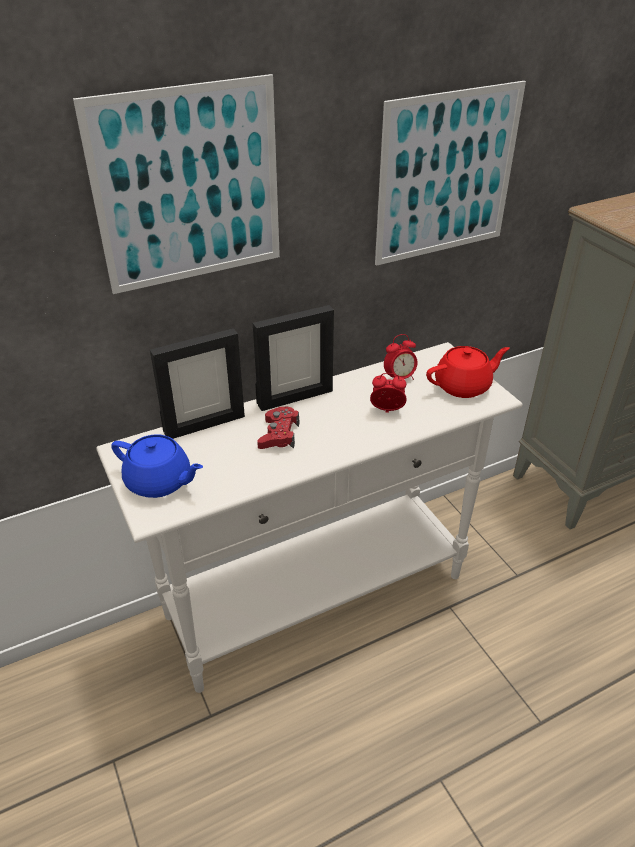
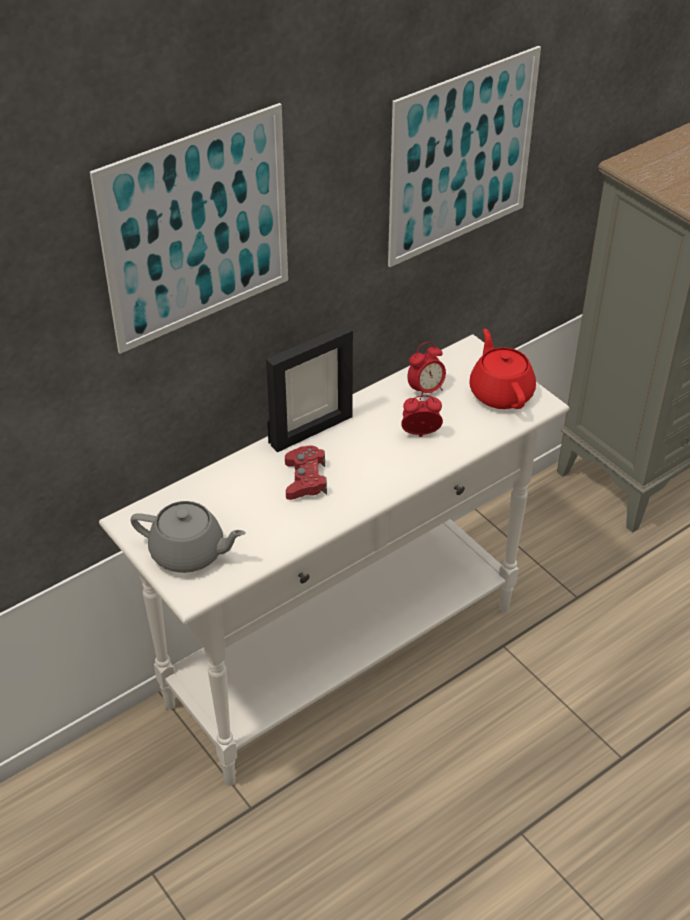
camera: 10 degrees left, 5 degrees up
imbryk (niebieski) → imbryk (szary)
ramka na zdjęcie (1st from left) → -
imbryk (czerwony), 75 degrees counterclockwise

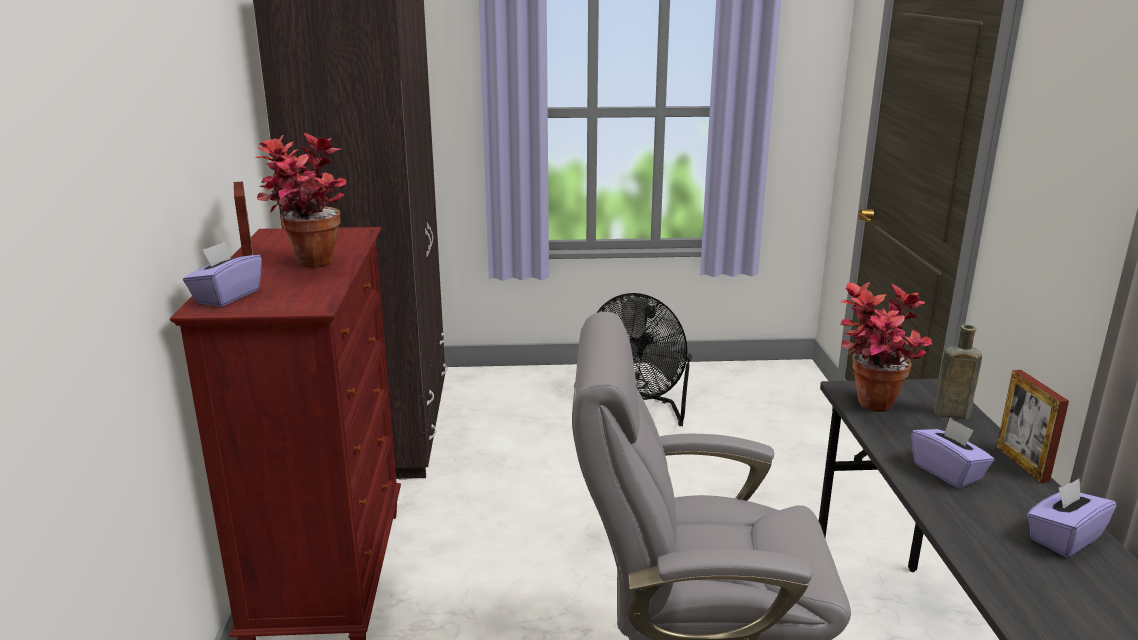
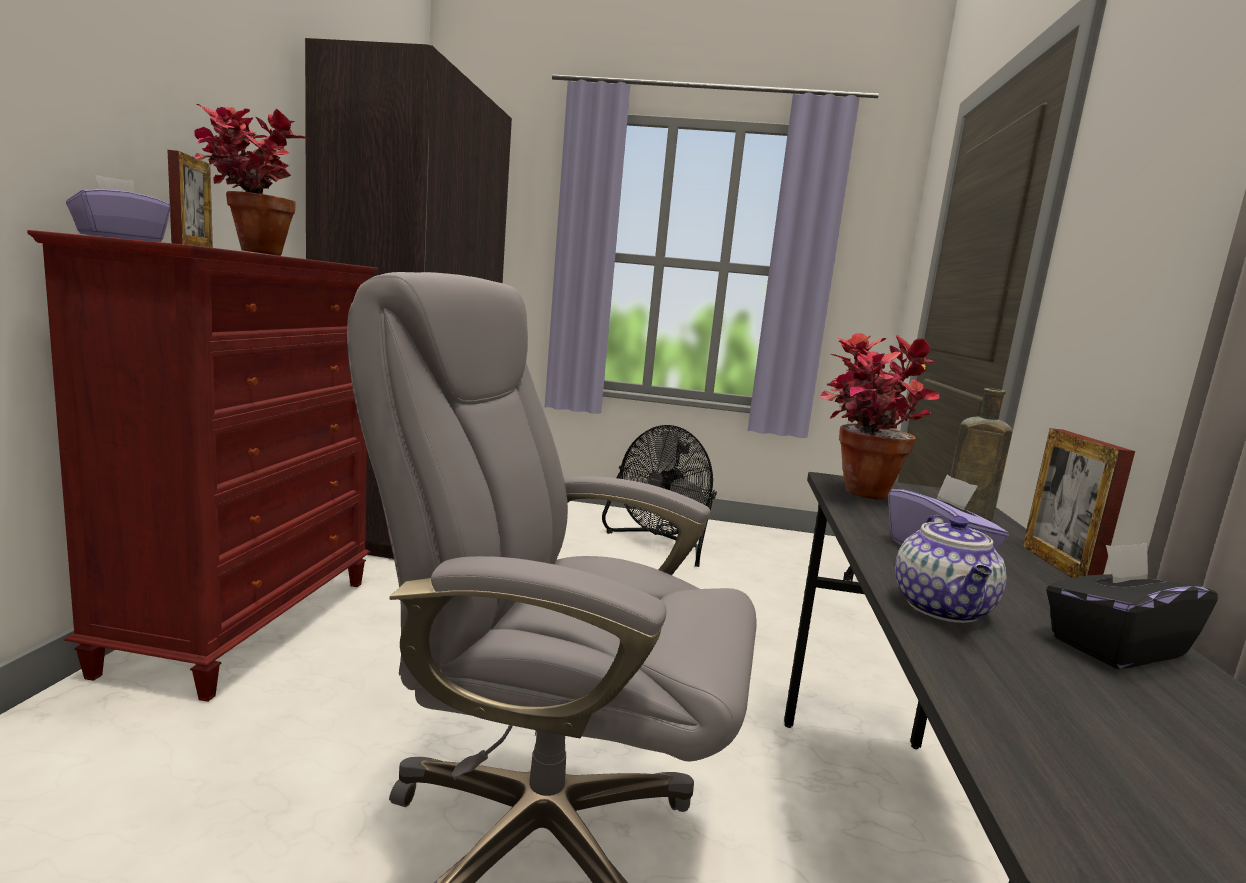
camera: 10 degrees right, 10 degrees down
pudełko chusteczek (fioletowy) (3rd from left) → pudełko chusteczek (czarny)
- → imbryk

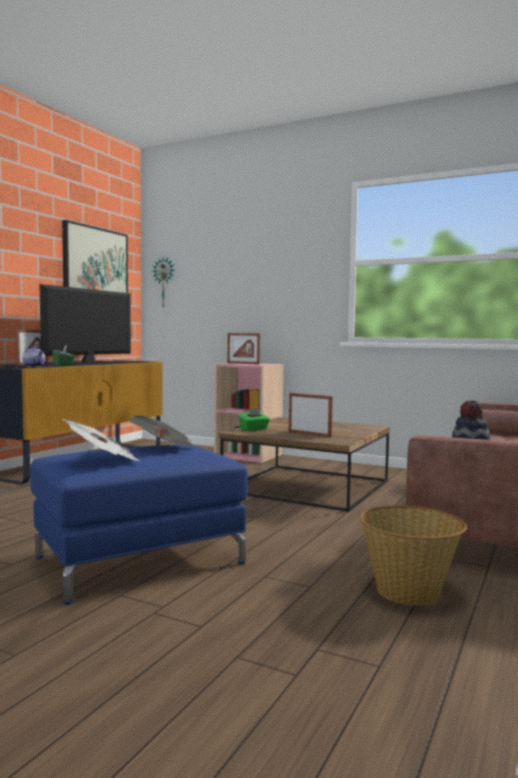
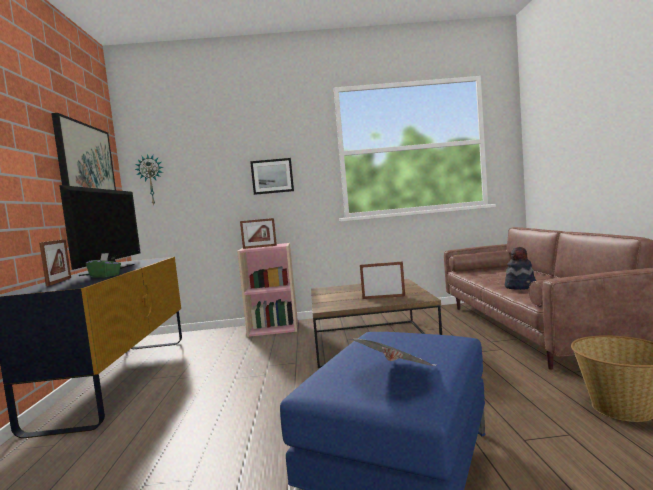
camera: 30 degrees left, 0 degrees up
imbryk → -
gazeta (2nd from left) → -
pudełko chusteczek (zielony) (2nd from left) → -
- → obraz (2nd from left)

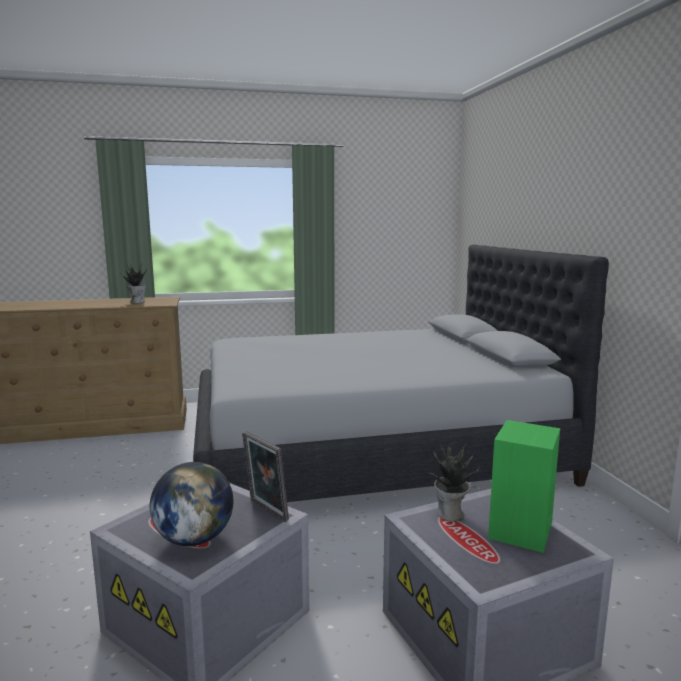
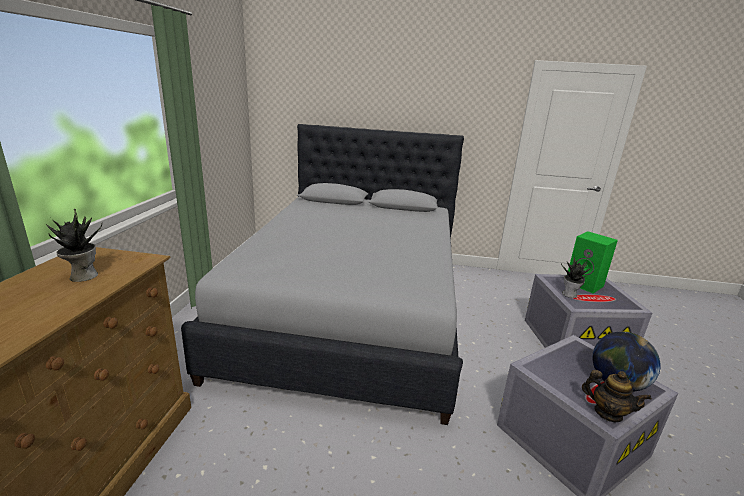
camera: 70 degrees left, 10 degrees up
ramka na zdjęcie → -
- → imbryk

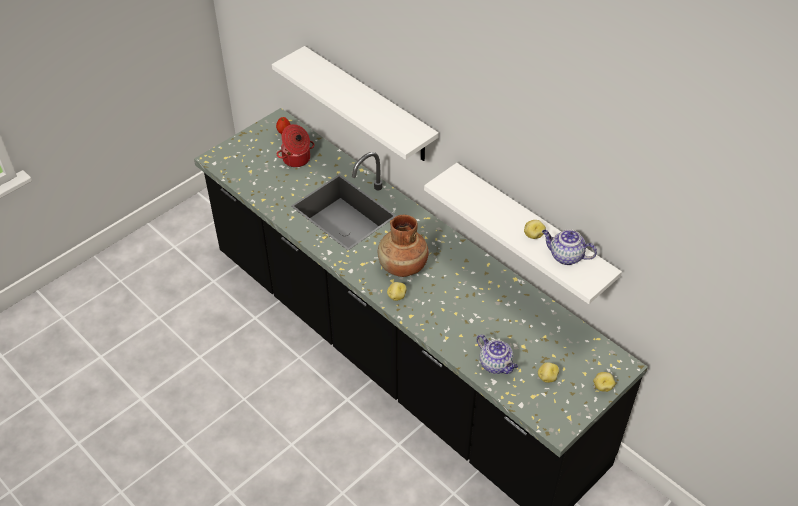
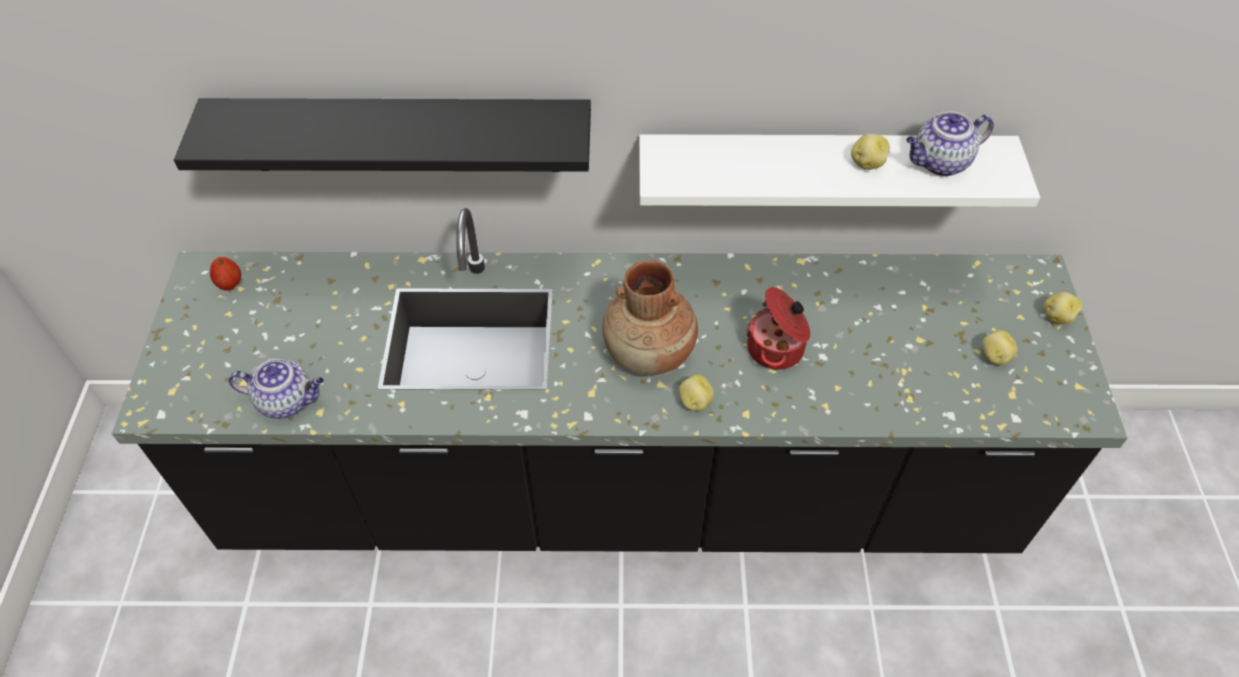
camera: 45 degrees left, 5 degrees up
półka (biały) (1st from left) → półka (czarny)
garnek, moved
imbryk (1st from left), moved

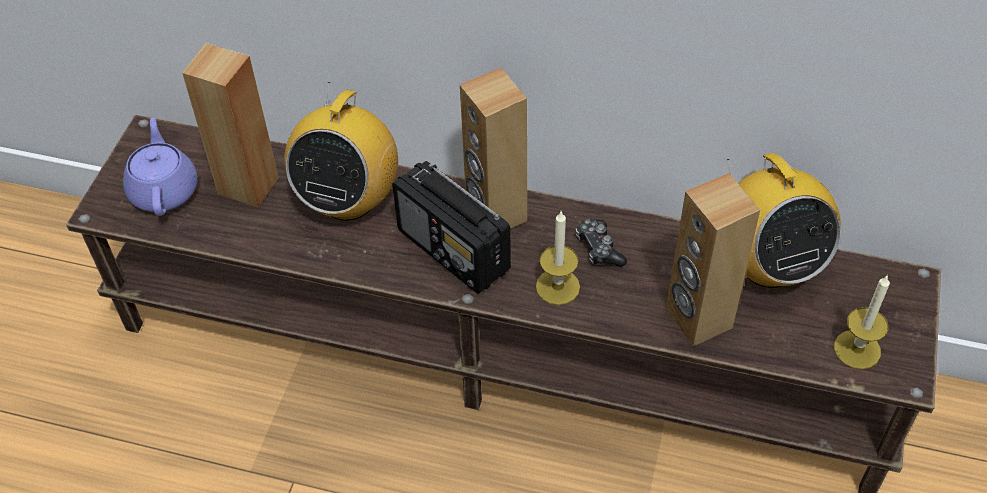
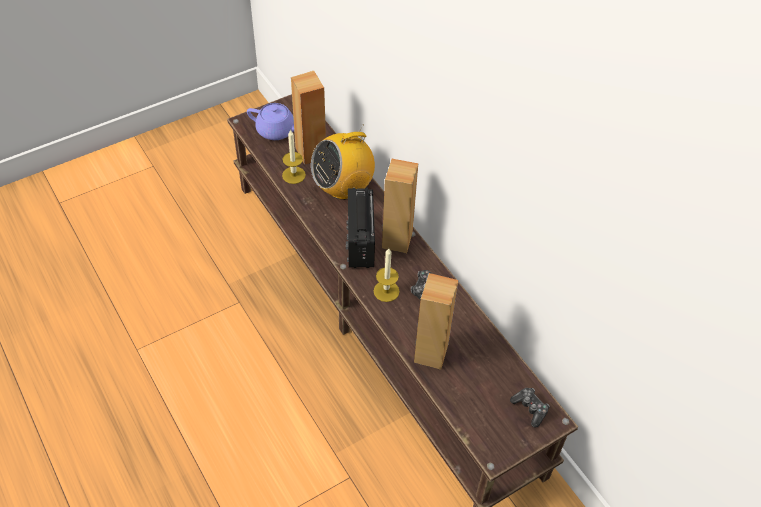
camera: 40 degrees right, 0 degrees up
imbryk (fioletowy), 75 degrees clockwise
radio (3rd from left) → -
świeca (2nd from left in the first image) → świeca (1st from left), moved
- → pad do gier (2nd from left)

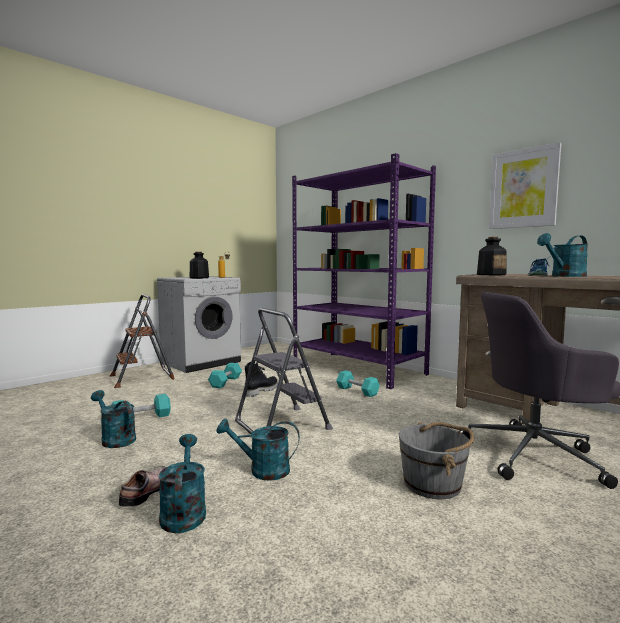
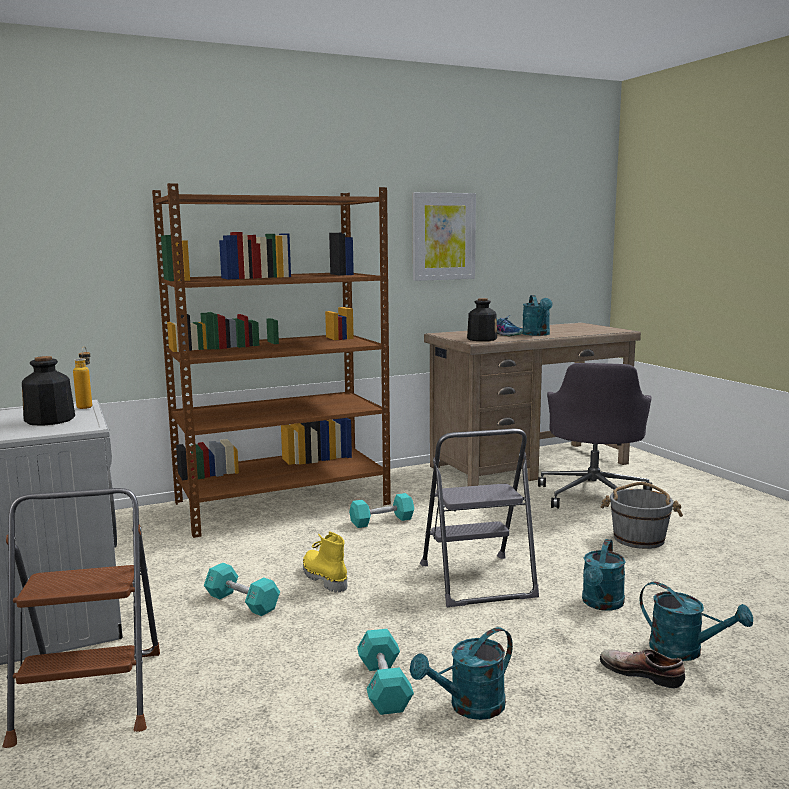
camera: 70 degrees left, 5 degrees up
konewka (turkusowy) (2nd from left in the first image) → konewka (turkusowy) (4th from left), 150 degrees counterclockwise
but z cholewką (czarny) → but z cholewką (żółty)
regał (fioletowy) → regał (brązowy)

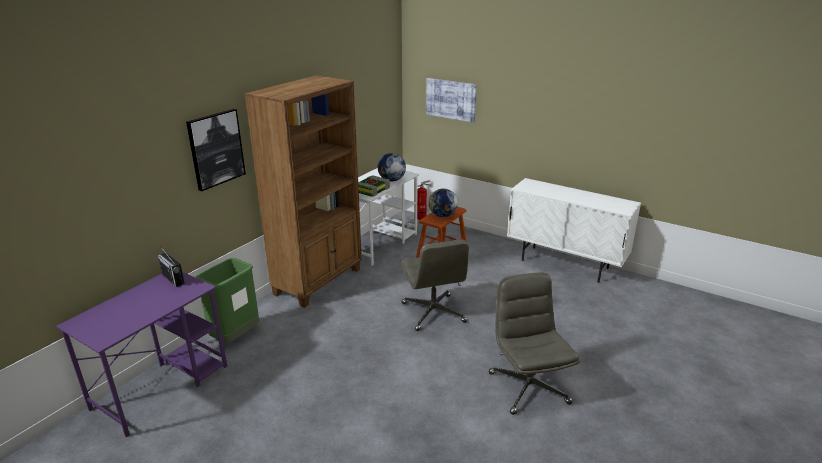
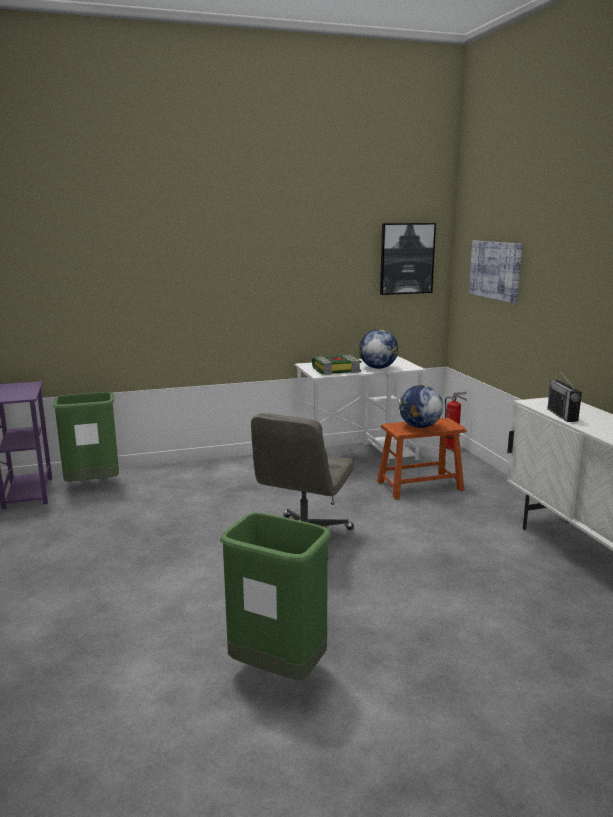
camera: 40 degrees right, 10 degrees down
radio, moved
obraz (1st from left), moved
regał (brązowy) → -
krzesło biurowe (szary) (2nd from left) → kosz na śmieci (zielony) (2nd from left)

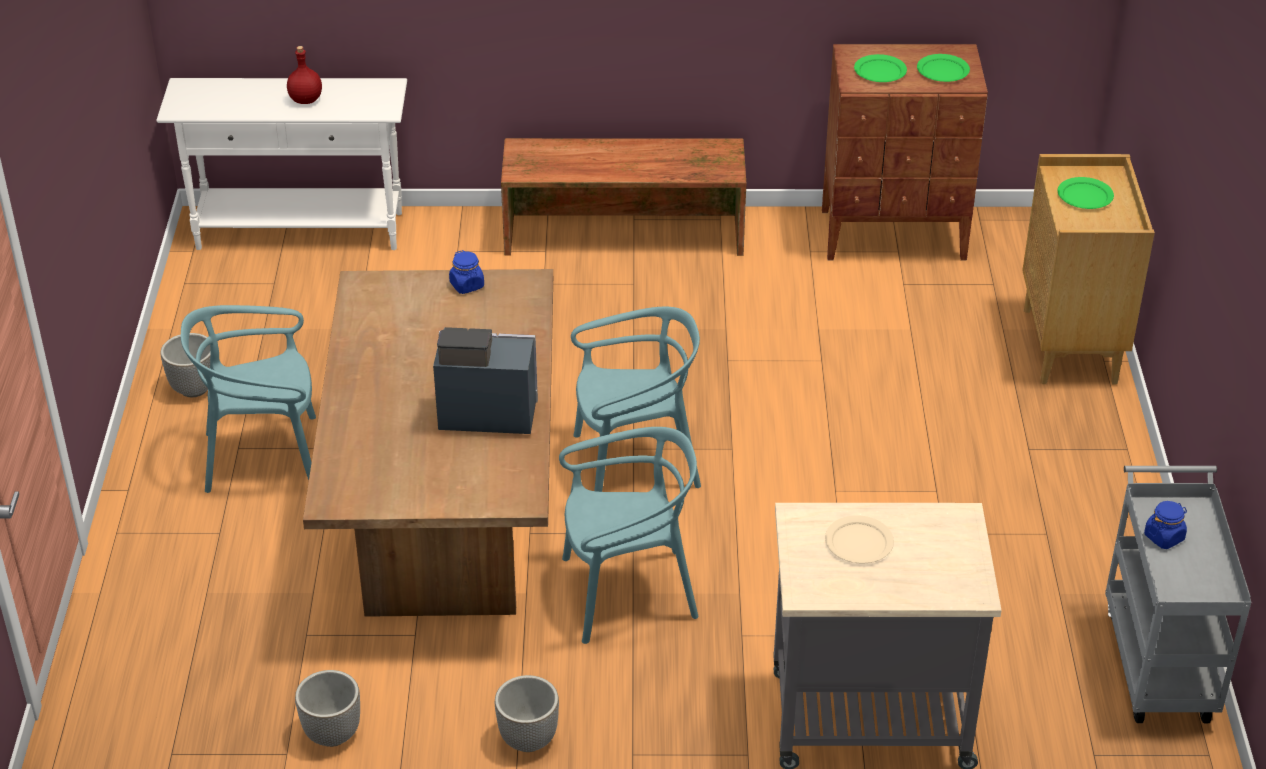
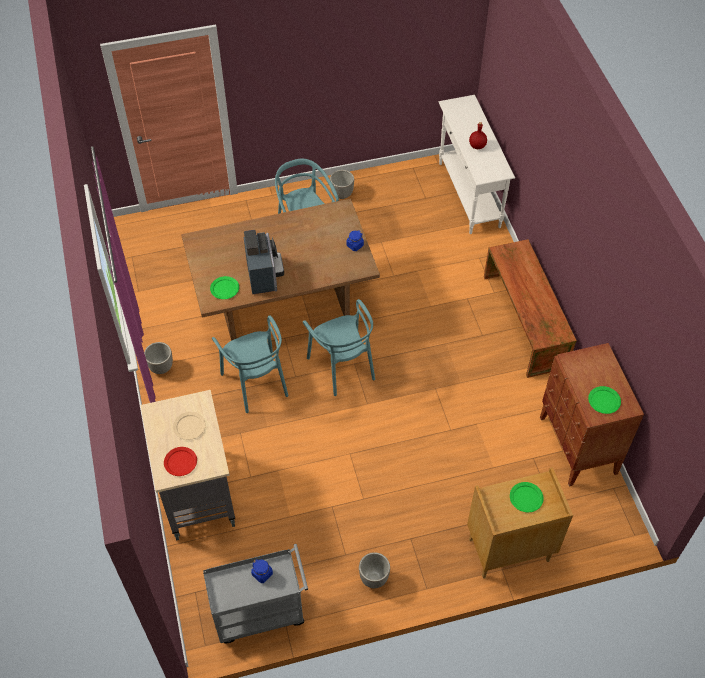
camera: 75 degrees right, 15 degrees up
donica (2nd from left in the first image) → donica (3rd from left), moved
talerz (zielony) (1st from left), moved
- → talerz (czerwony)

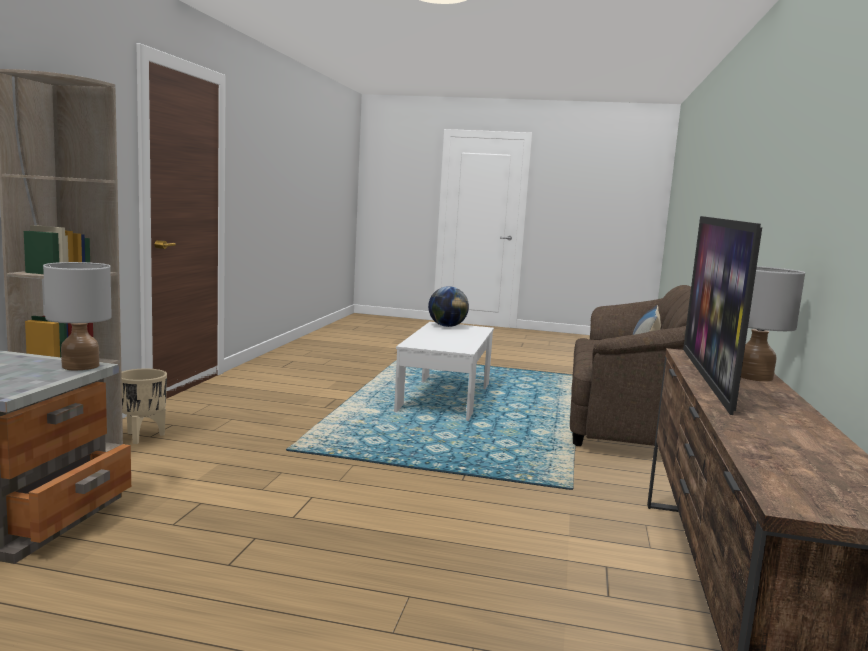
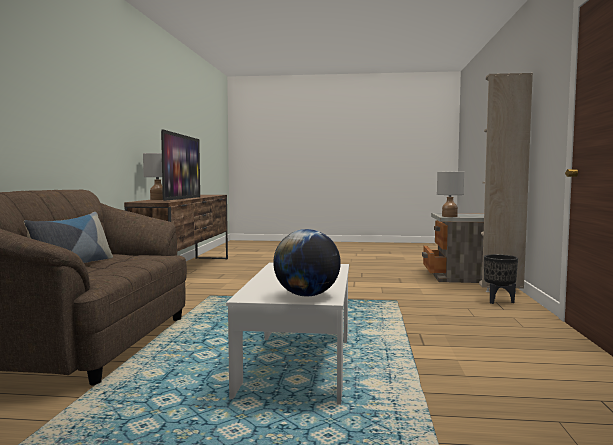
camera: 175 degrees right, 5 degrees down
donica (beżowy) → donica (czarny)

